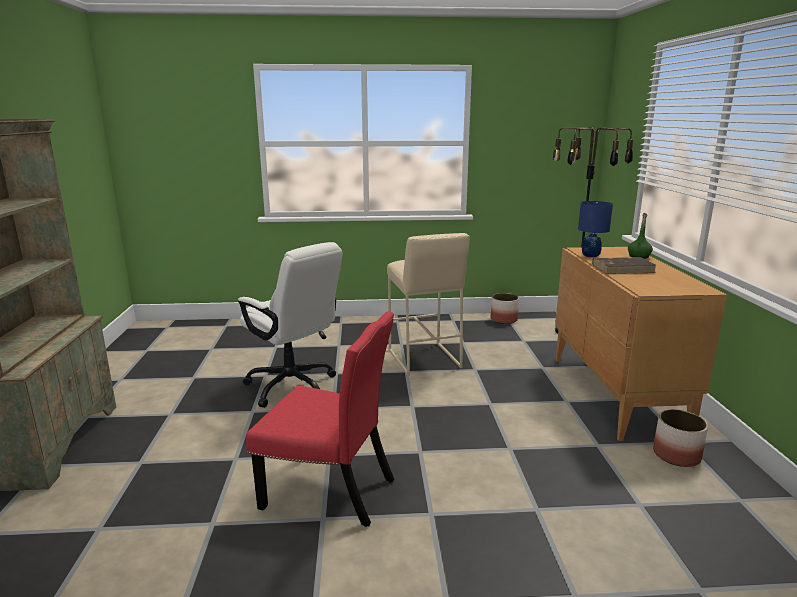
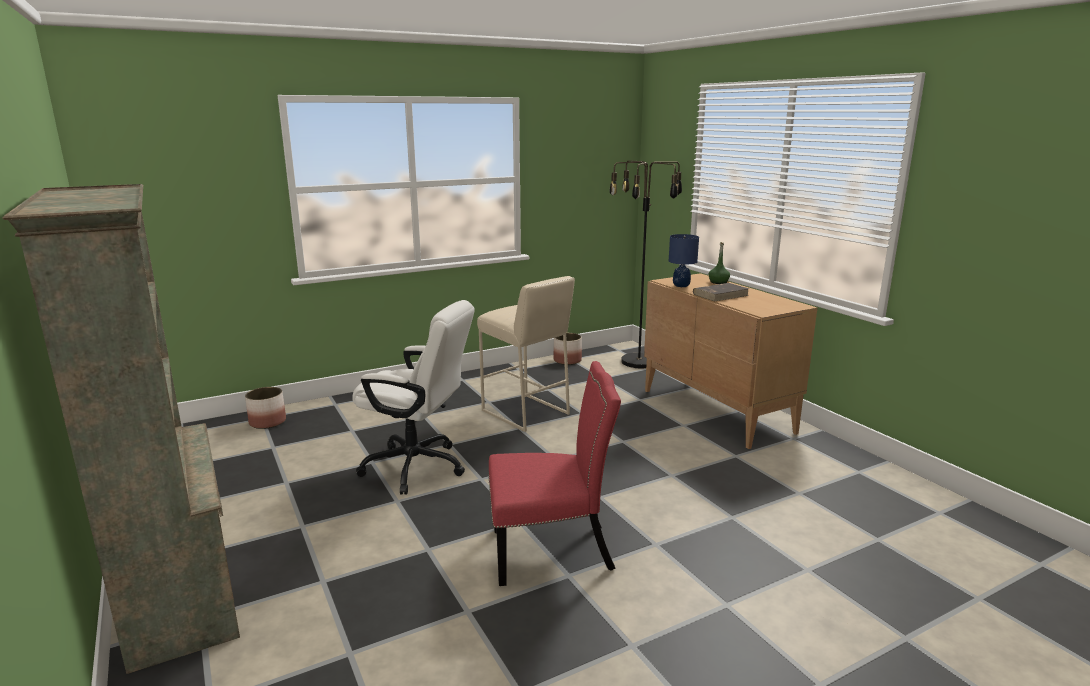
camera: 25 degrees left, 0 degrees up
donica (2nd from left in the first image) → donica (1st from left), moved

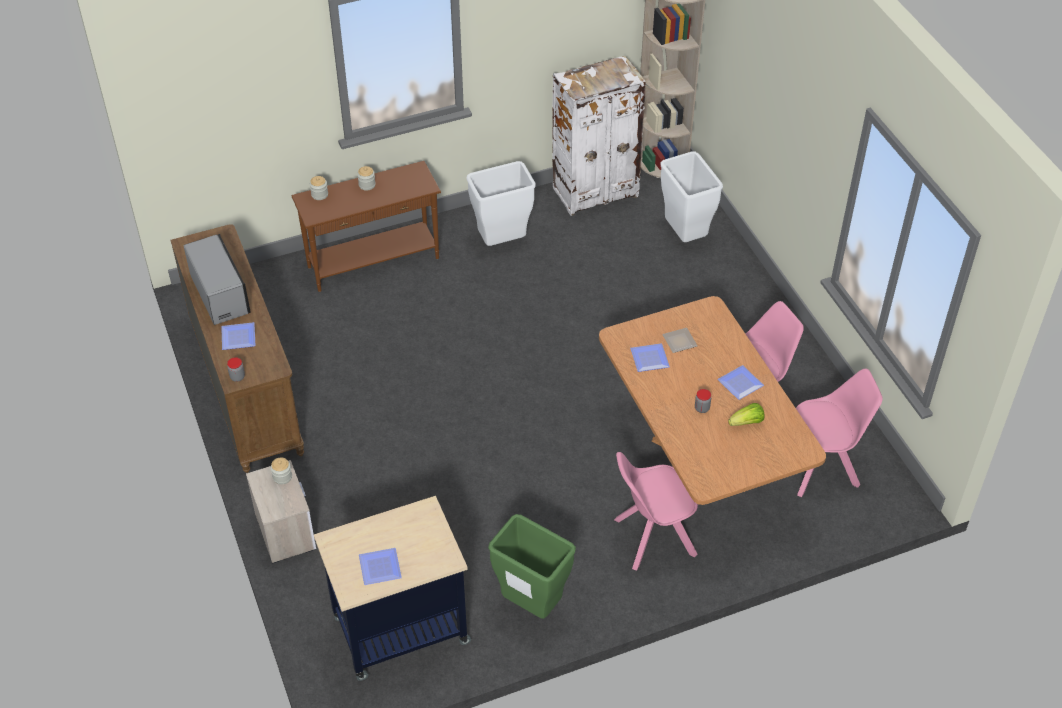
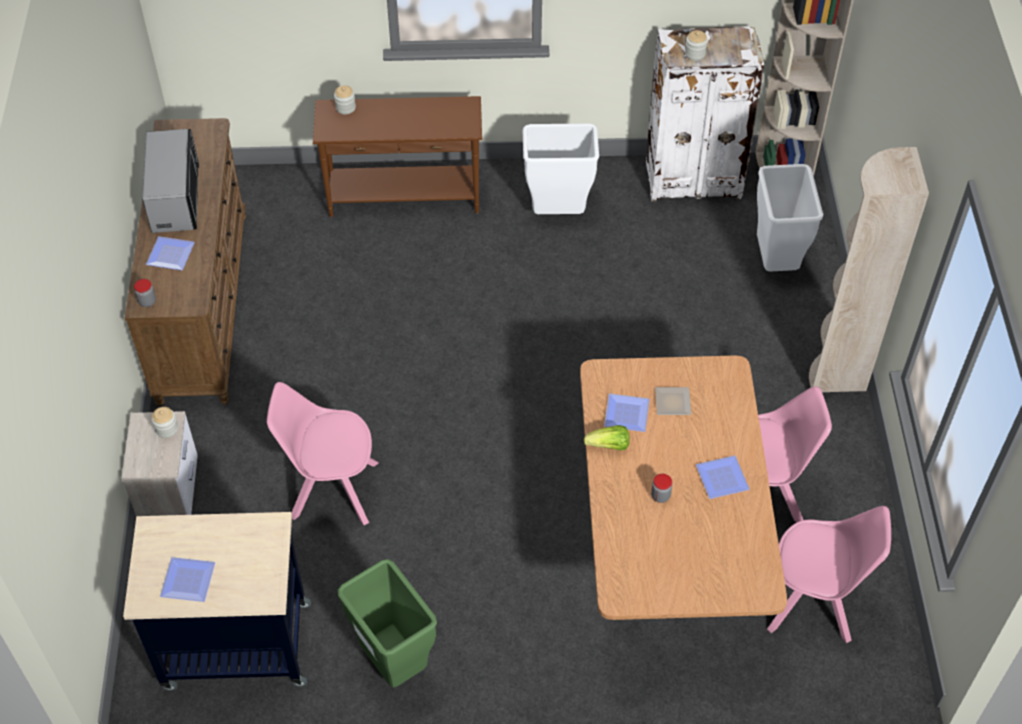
camera: 20 degrees right, 5 degrees up
słoik (4th from left in the first image) → słoik (5th from left), moved
krzesło (różowy) (1st from left), moved
sałata, moved
- → regał (beżowy) (2nd from left)

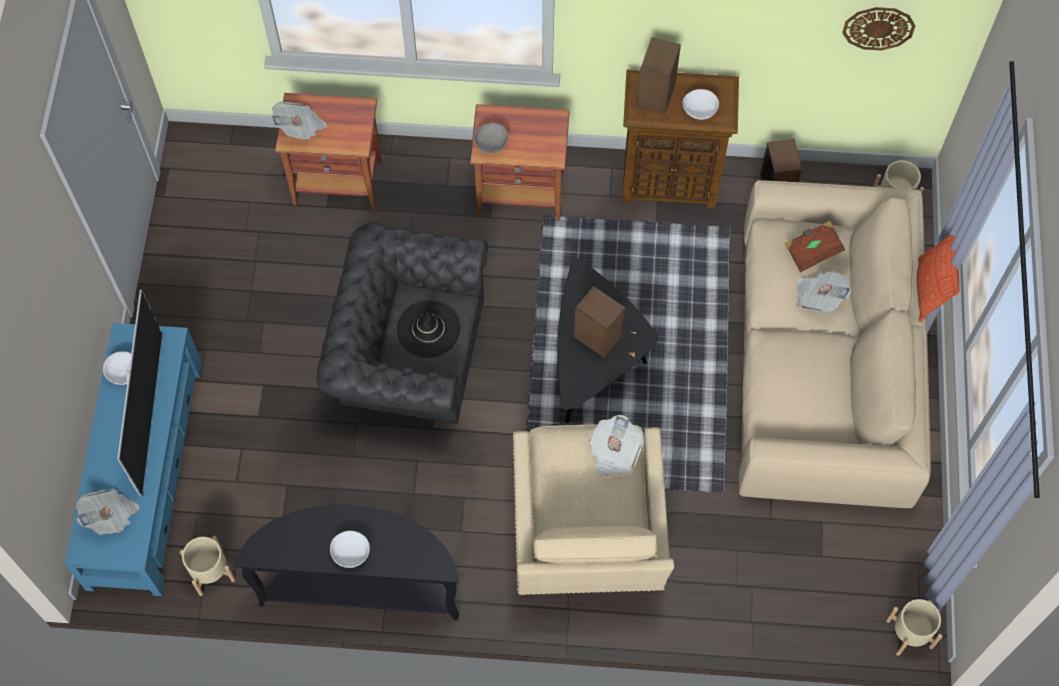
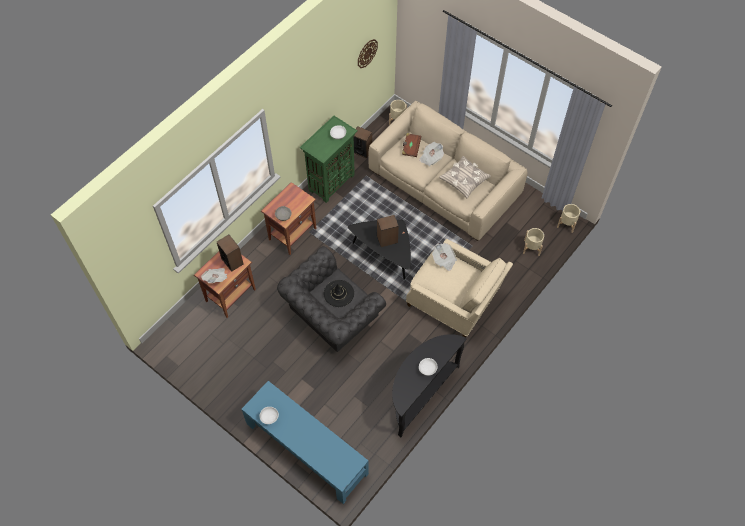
camera: 55 degrees left, 5 degrees down
gazeta (1st from left) → -
telewizor → -
donica (beżowy) (1st from left in the first image) → donica (beżowy) (2nd from left), moved
szafka (brązowy) → szafka (zielony)
głośnik (2nd from left in the first image) → głośnik (1st from left), moved
poduszka (pomarańczowy) → -
- → poduszka (beżowy)

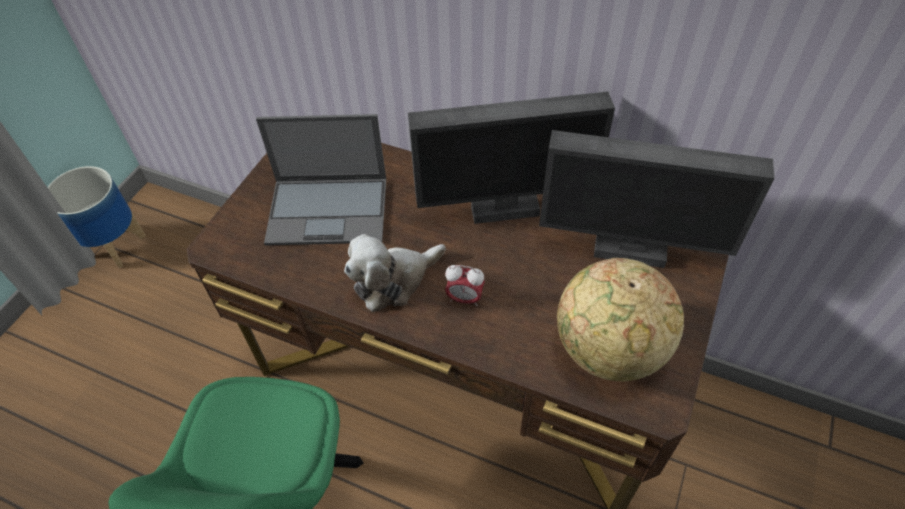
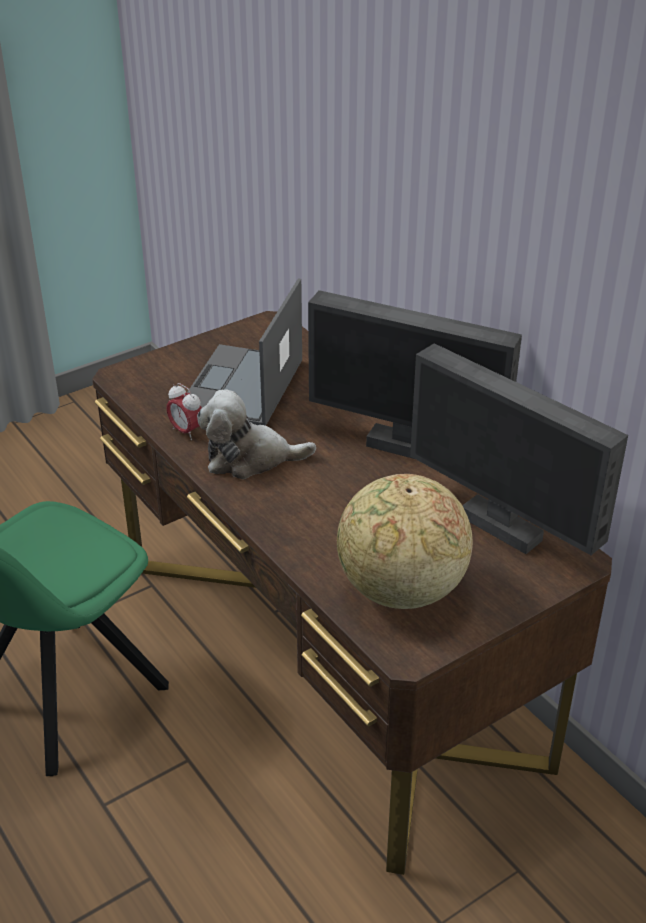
camera: 30 degrees right, 15 degrees down
donica → -
laptop, 75 degrees clockwise
budzik, moved

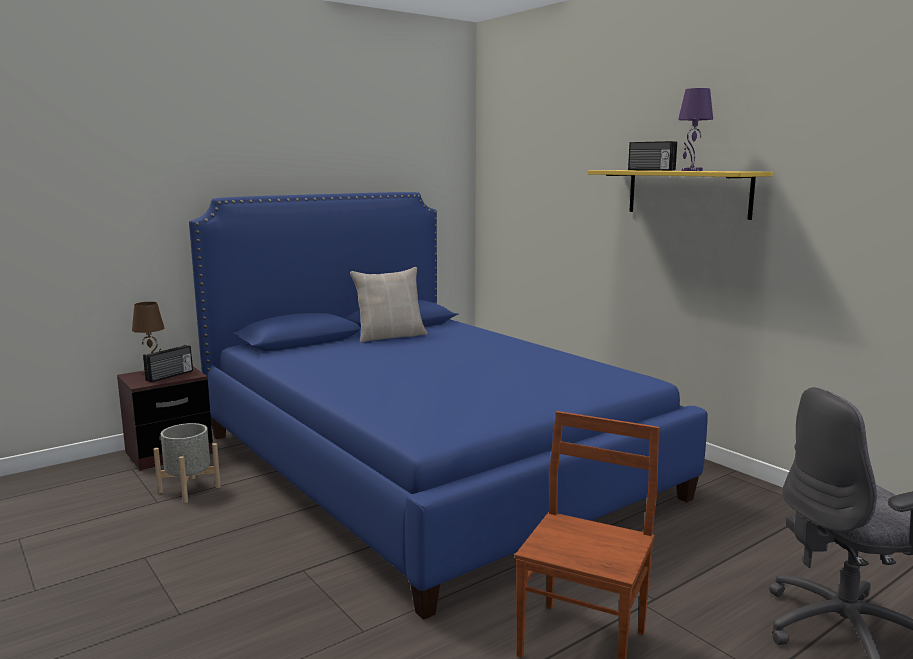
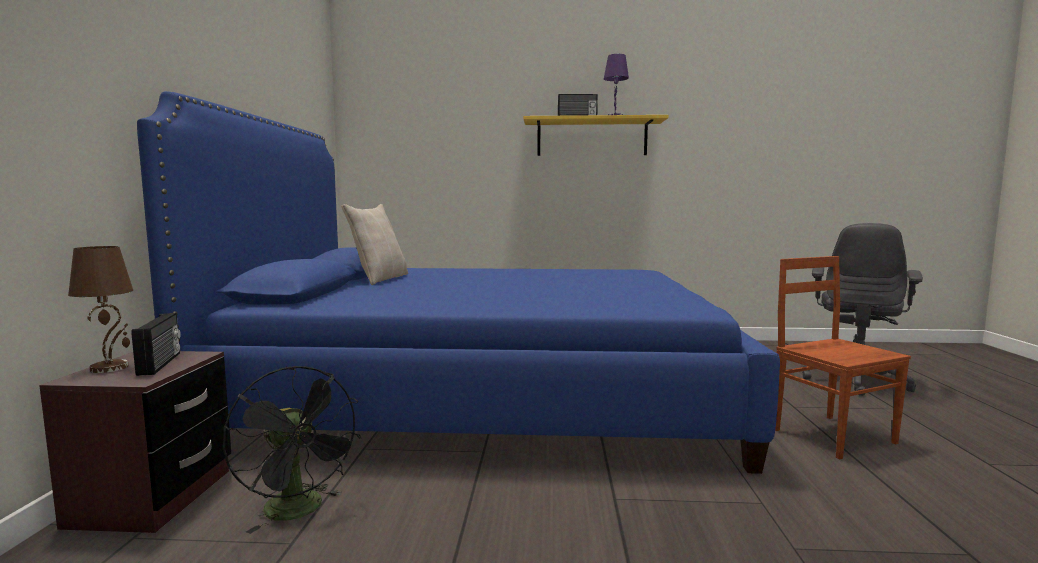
camera: 50 degrees left, 5 degrees down
donica (szary) → wentylator (czarny)

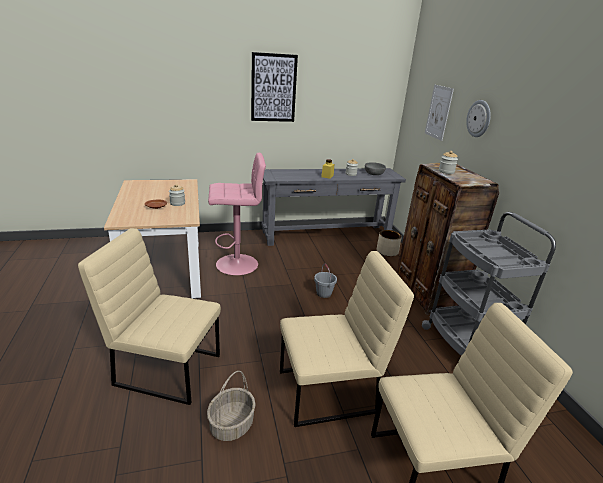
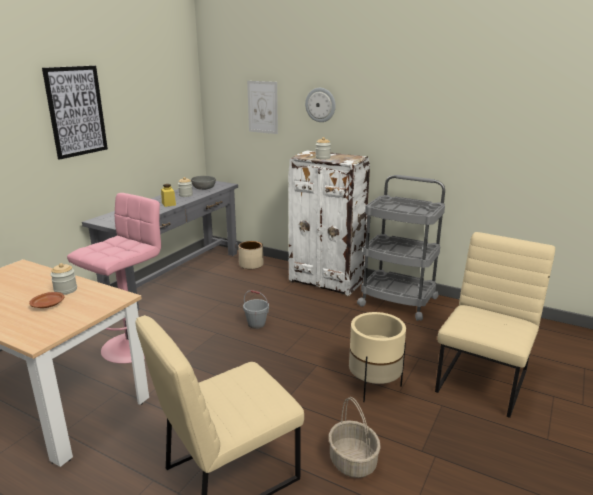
camera: 45 degrees left, 5 degrees down
krzesło (beżowy) (2nd from left) → donica (beżowy) (2nd from left)
szafka (brązowy) → szafka (biały)

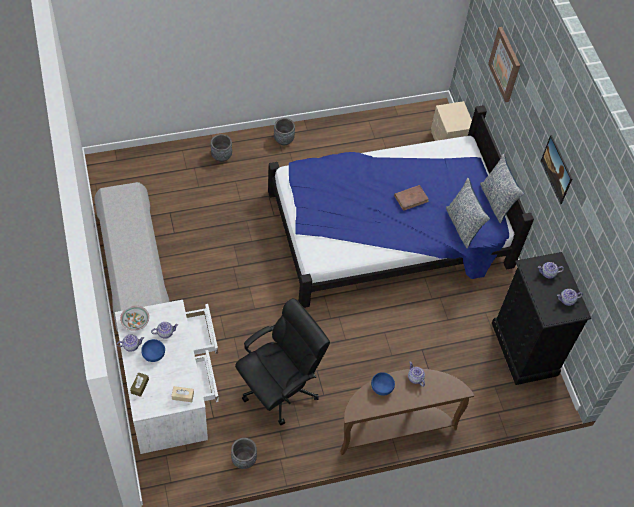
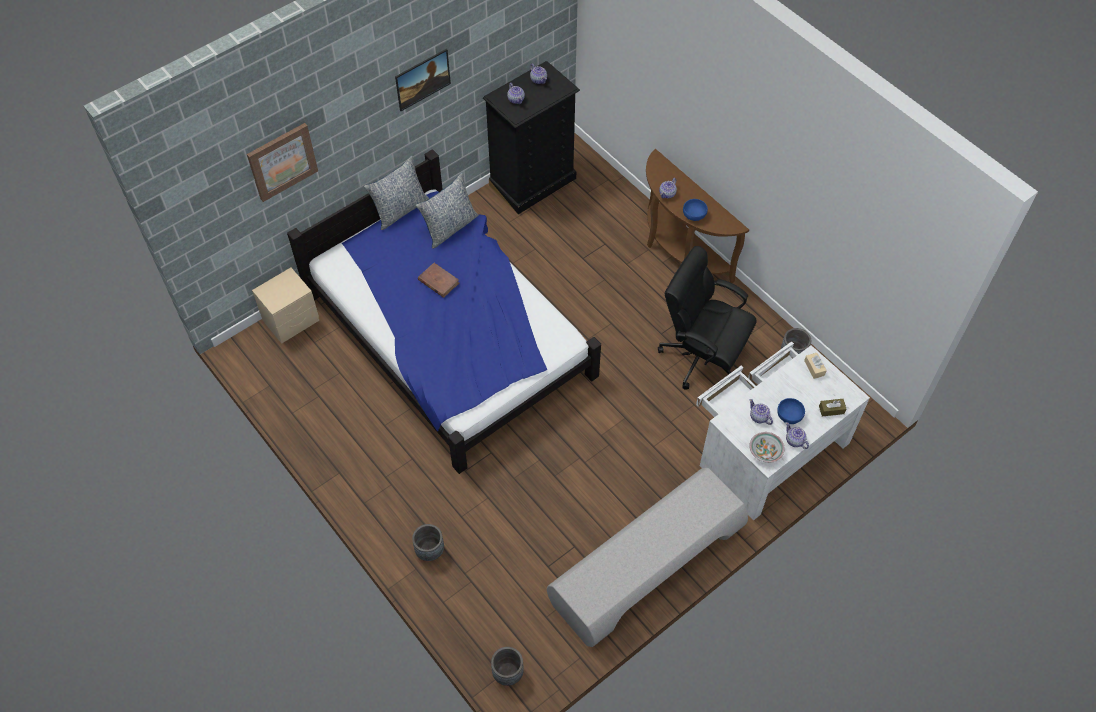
camera: 110 degrees left, 0 degrees up
donica (szary) (3rd from left in the first image) → donica (szary) (2nd from left), moved

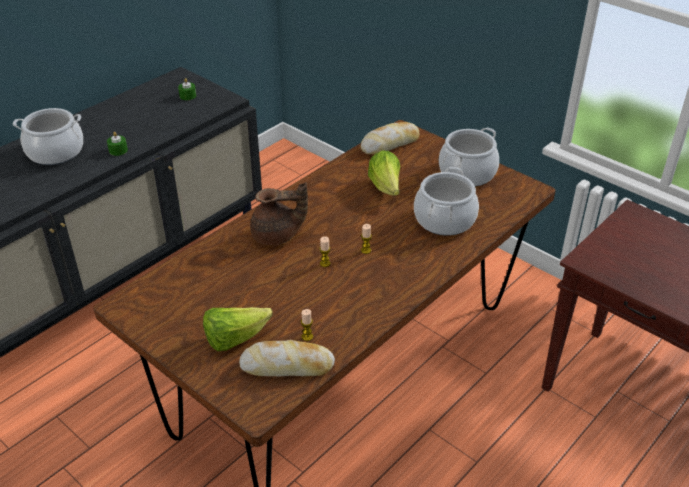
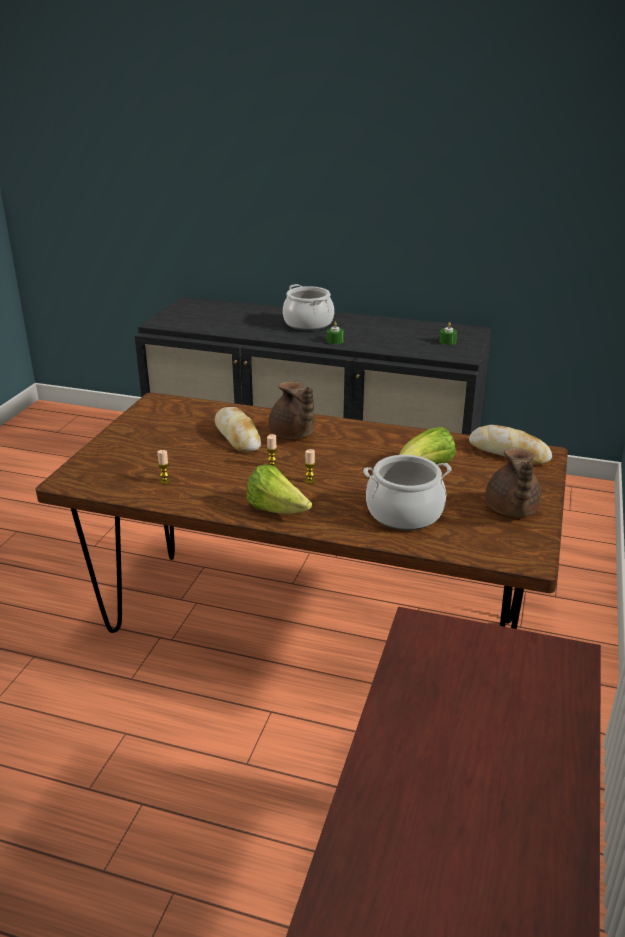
camera: 65 degrees right, 10 degrees down
sałata (1st from left), moved
chleb (1st from left), moved
garnek (3rd from left) → imbryk (brązowy) (2nd from left)

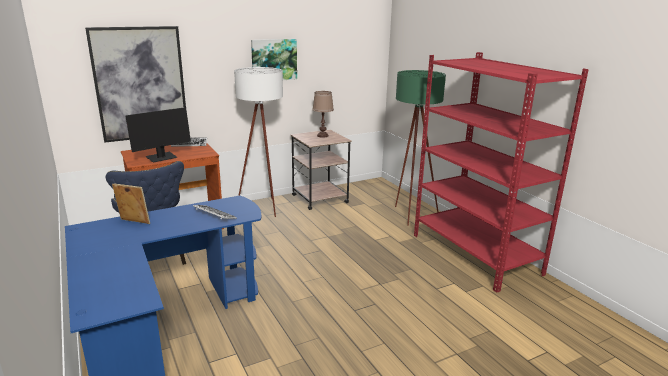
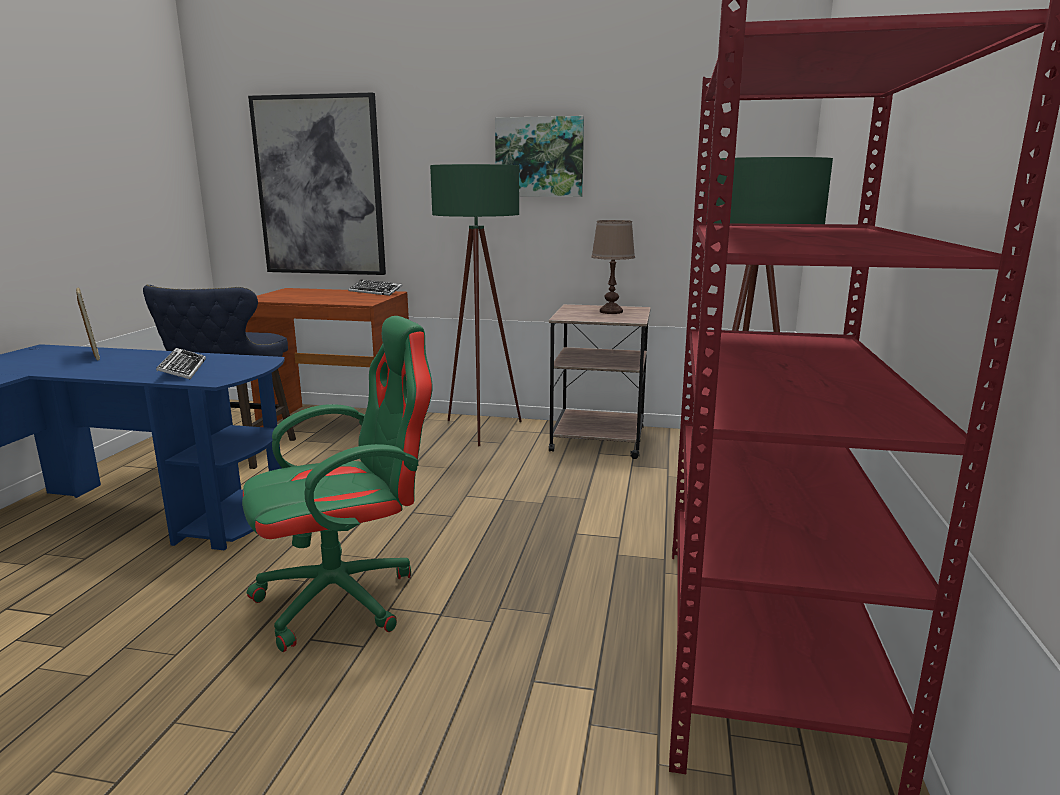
camera: 40 degrees right, 5 degrees down
monitor → -
lampa stojąca (biały) → lampa stojąca (zielony) (1st from left)
- → krzesło biurowe (zielony)

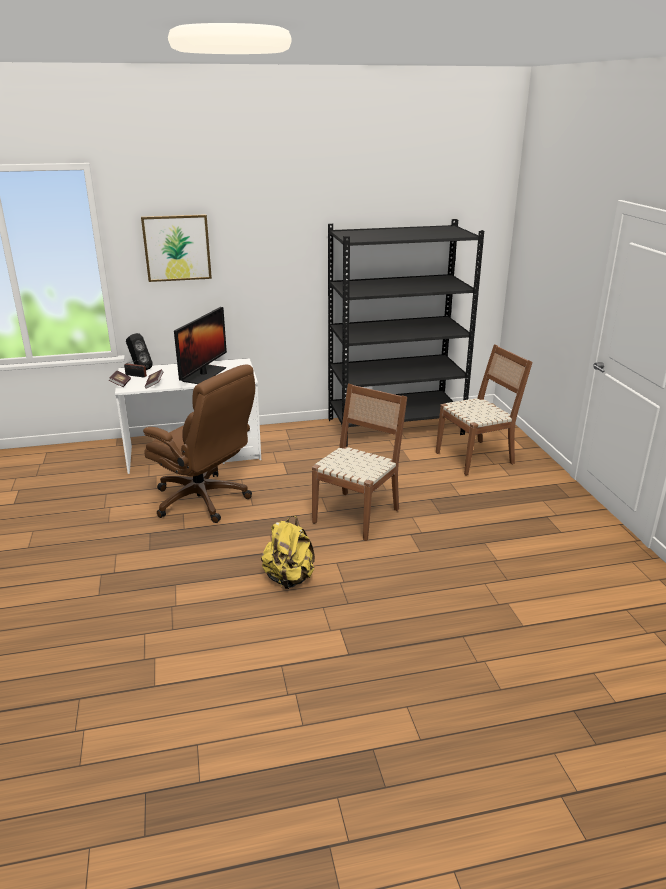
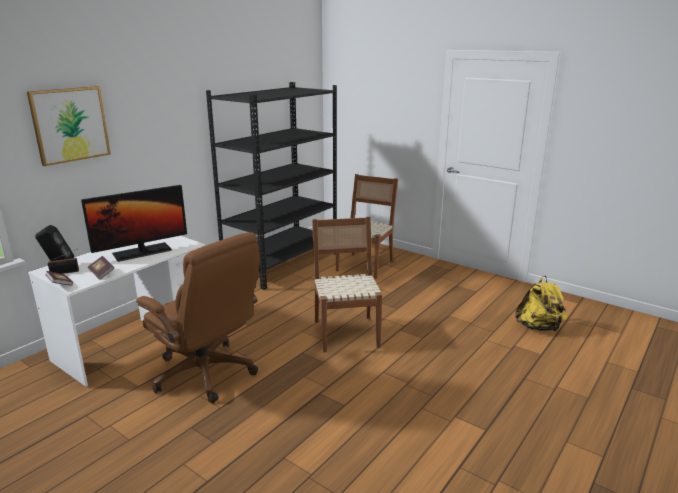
camera: 40 degrees left, 5 degrees down
krzesło biurowe (brązowy), 45 degrees clockwise
monitor, 75 degrees clockwise
plecak (żółty), moved

